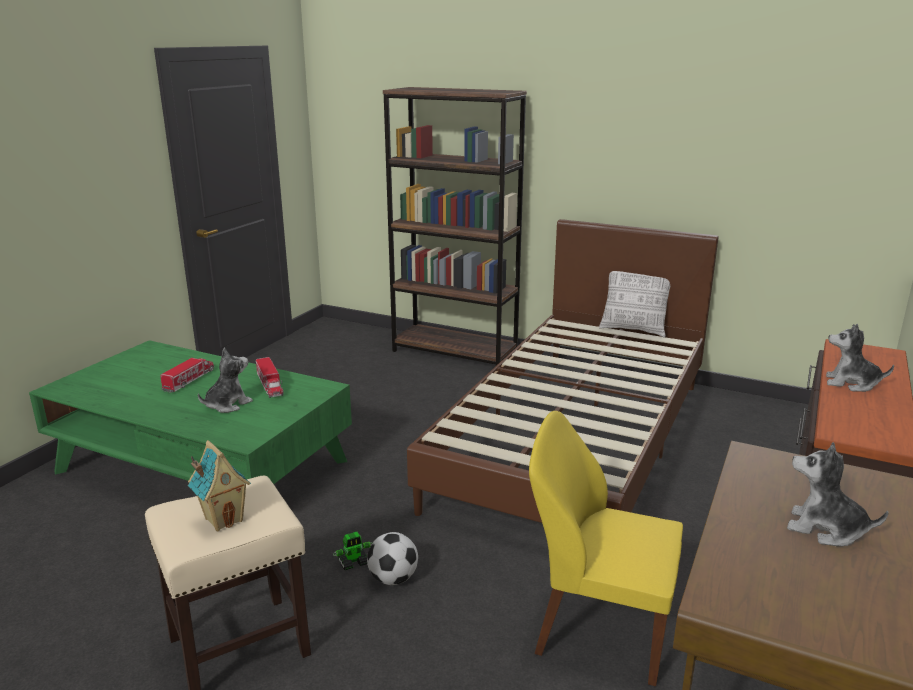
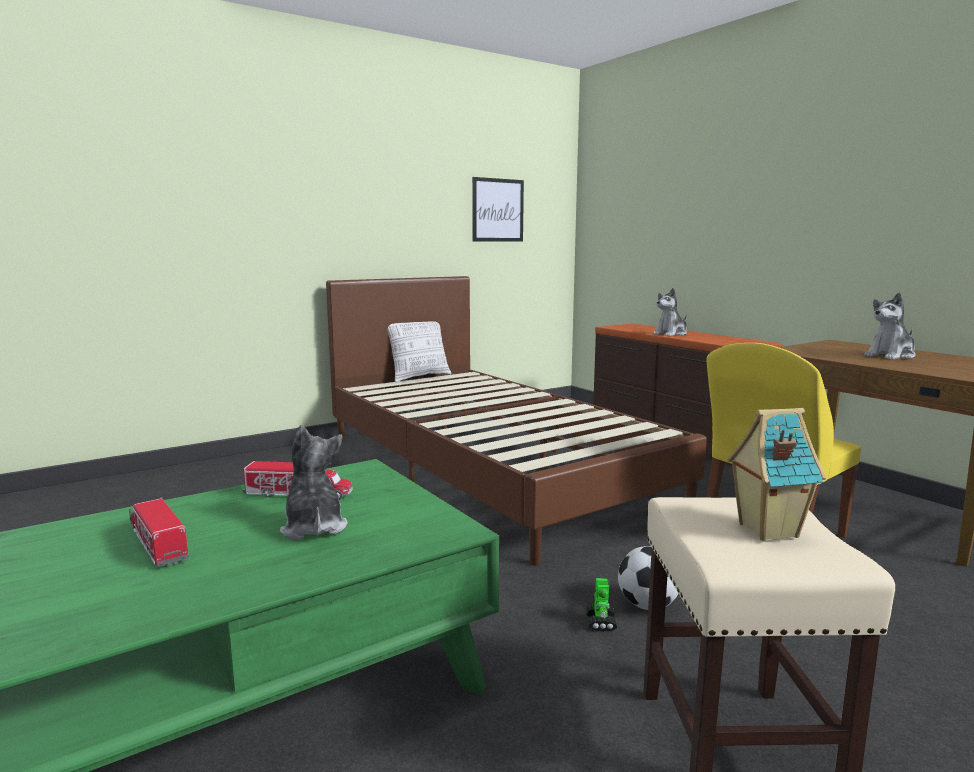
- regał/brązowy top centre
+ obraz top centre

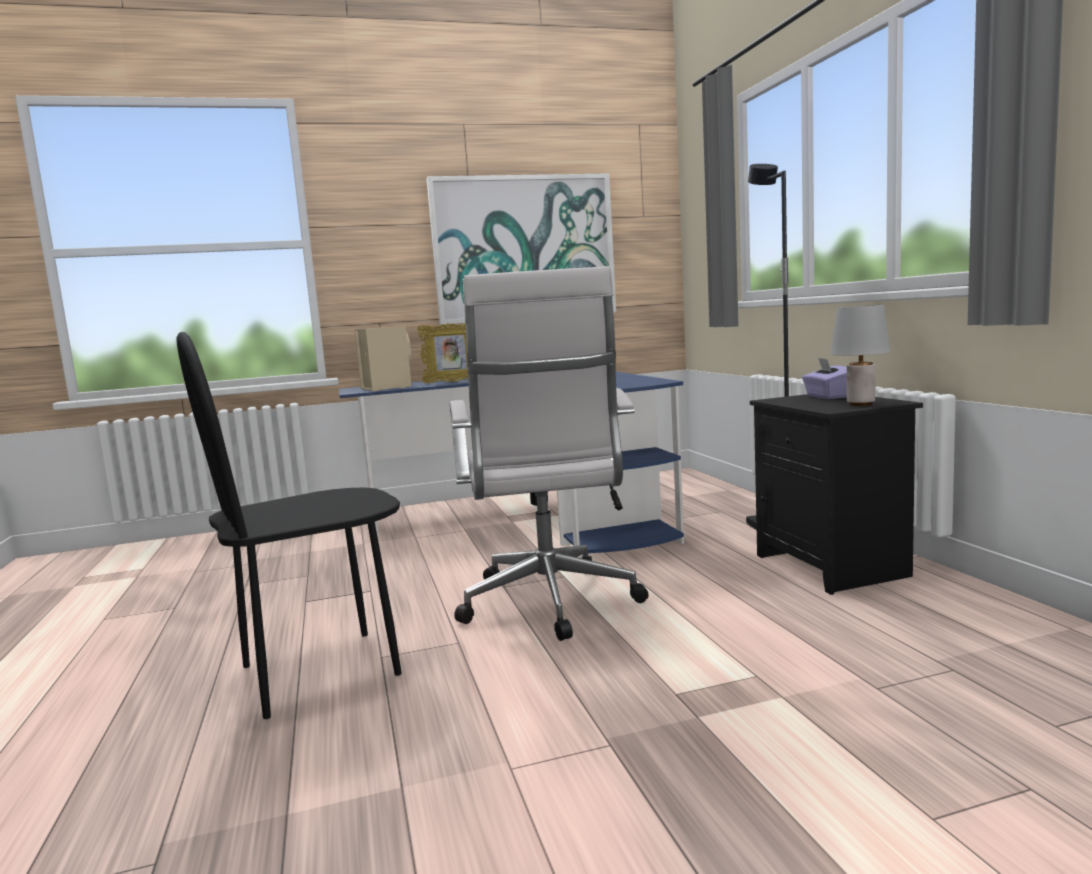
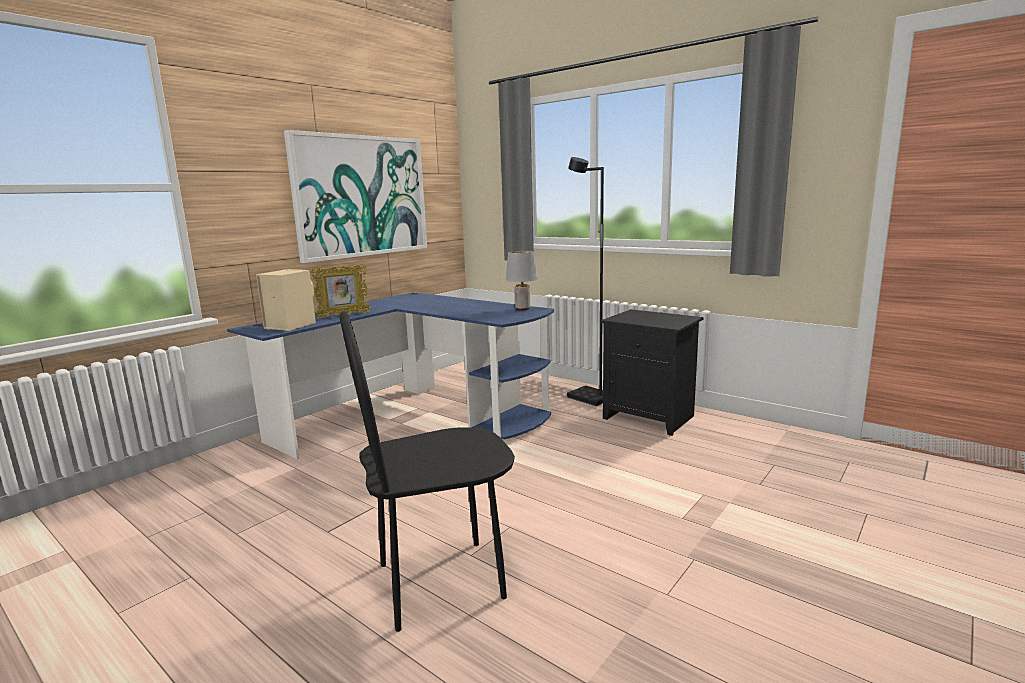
~ krzesło/czarny middle left = bottom centre 45 degrees clockwise
- krzesło biurowe/biały centre
- pudełko chusteczek/fioletowy middle right
~ lampa stołowa/szary middle right to centre

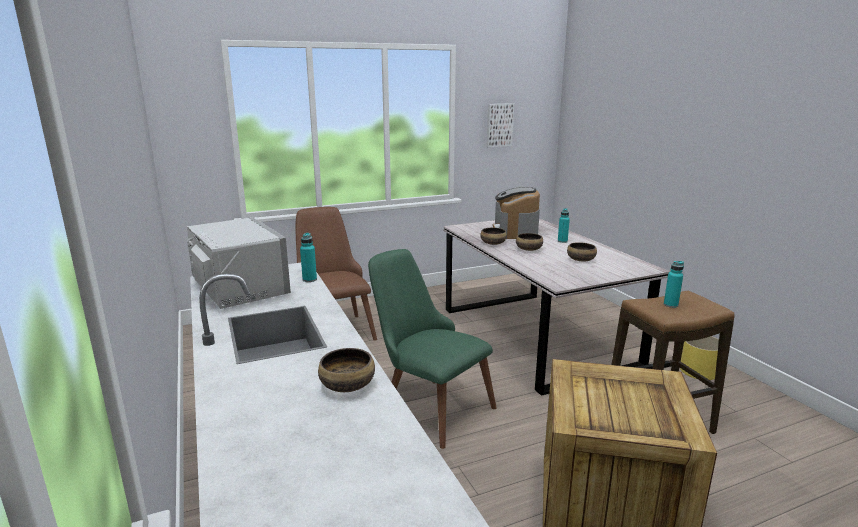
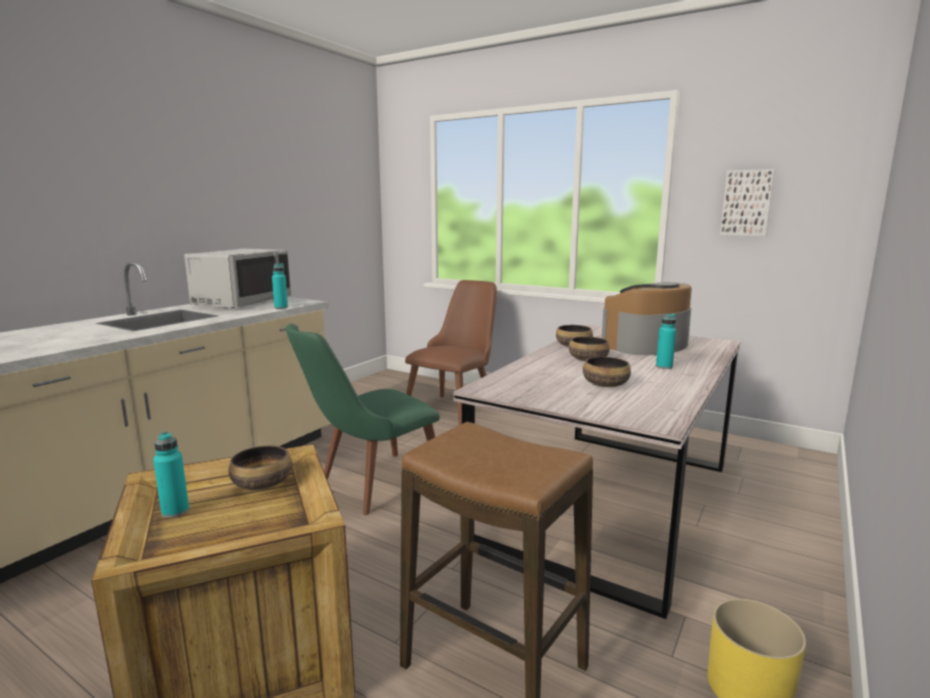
~ miska (no. 1 from left) bottom centre to bottom left
~ krzesło/zielony centre = centre 135 degrees counterclockwise
~ butelka/turkusowy (no. 3 from left in the first image) middle right to butelka/turkusowy (no. 1 from left) bottom left

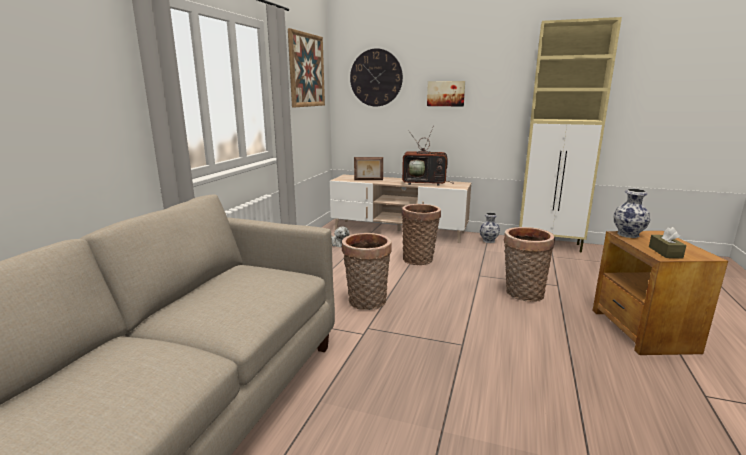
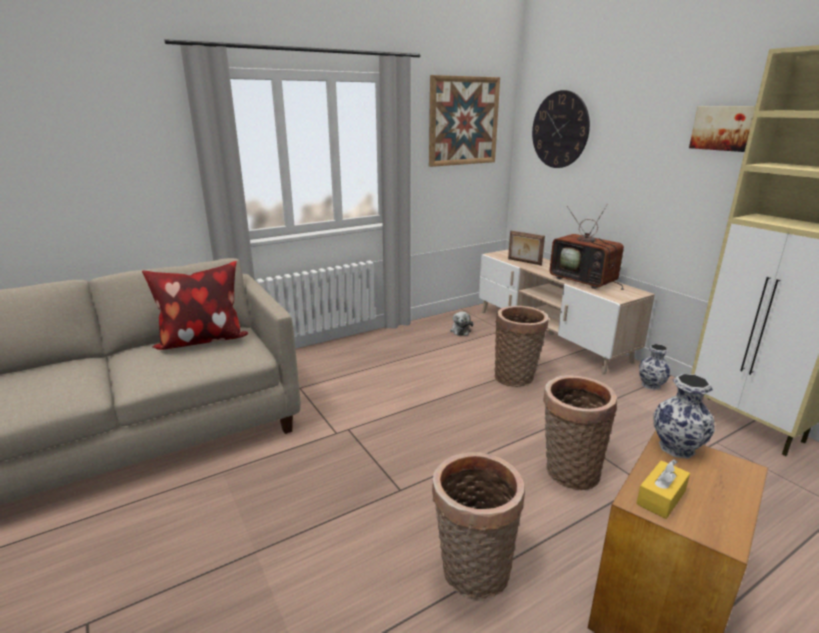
~ koszyk (no. 1 from left) centre to bottom centre
~ obraz (no. 2 from left) top centre to top right
~ pudełko chusteczek/brązowy middle right to pudełko chusteczek/żółty bottom right
+ poduszka middle left

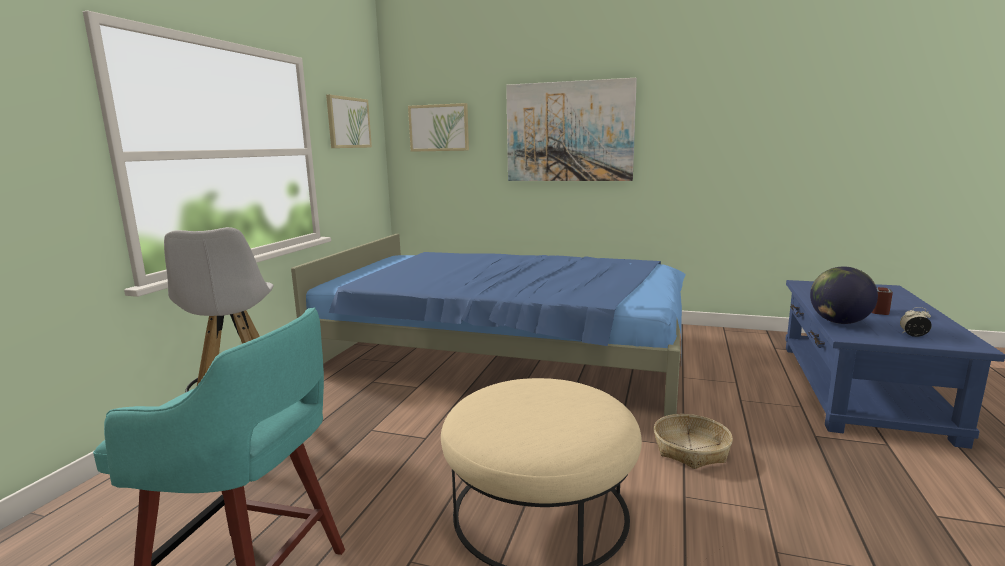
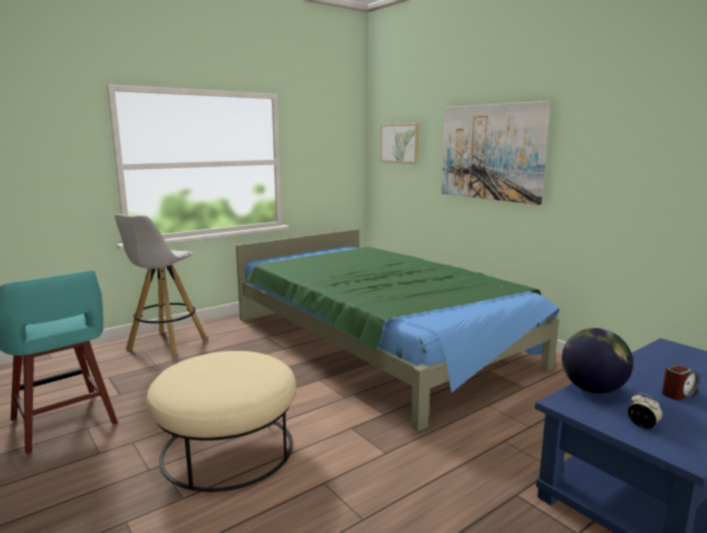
~ łóżko/niebieski centre to łóżko/zielony centre
- obraz (no. 1 from left) top centre
- koszyk bottom right

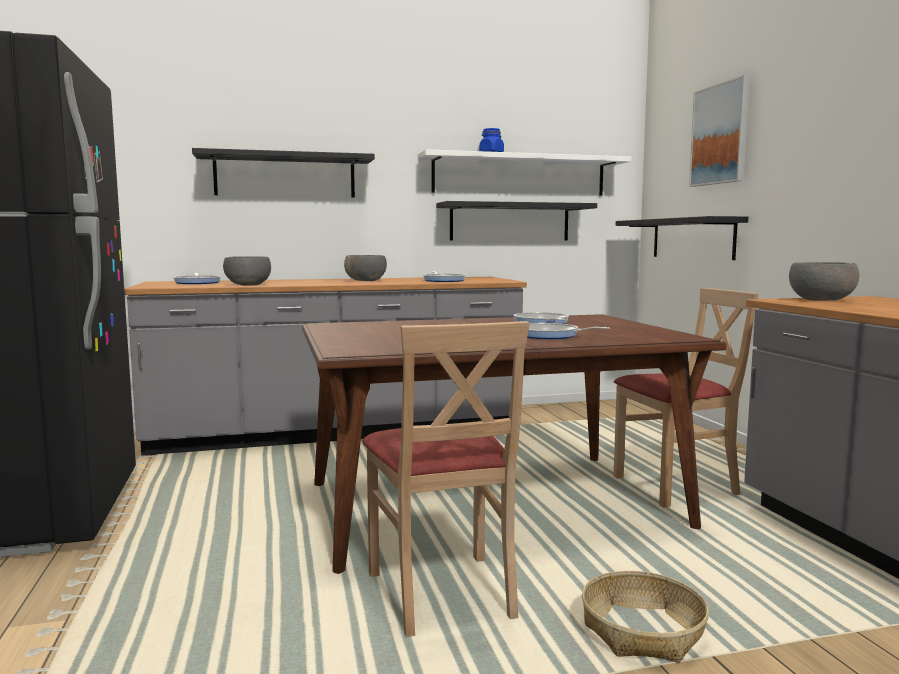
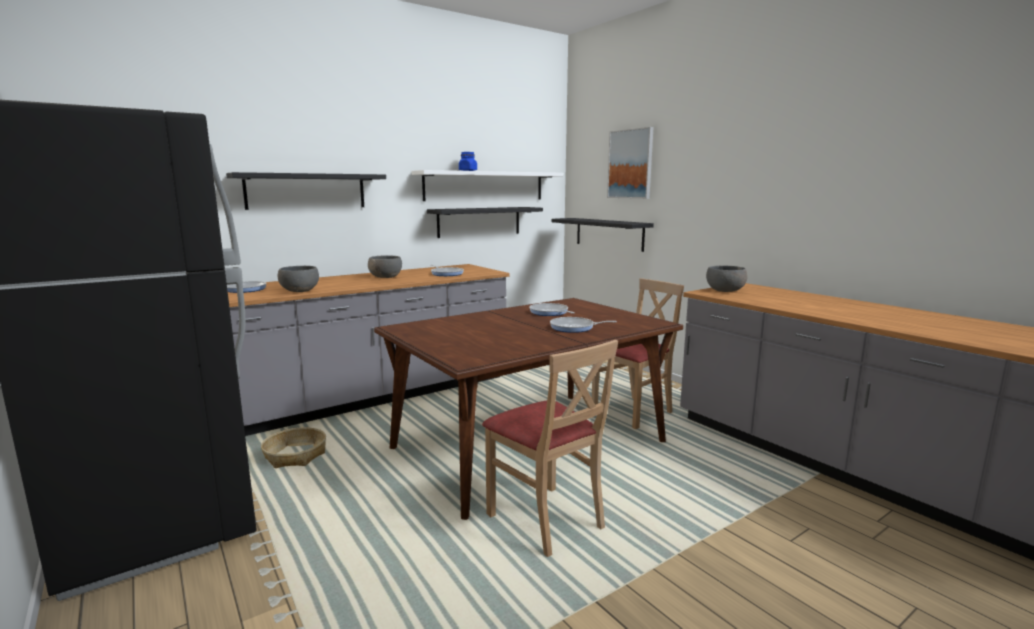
~ koszyk bottom right to bottom left

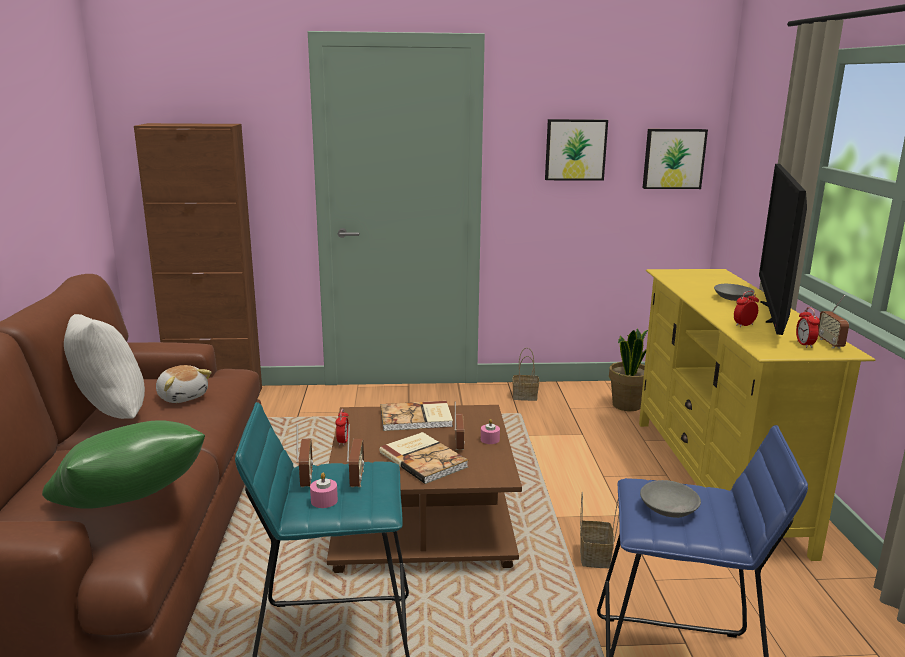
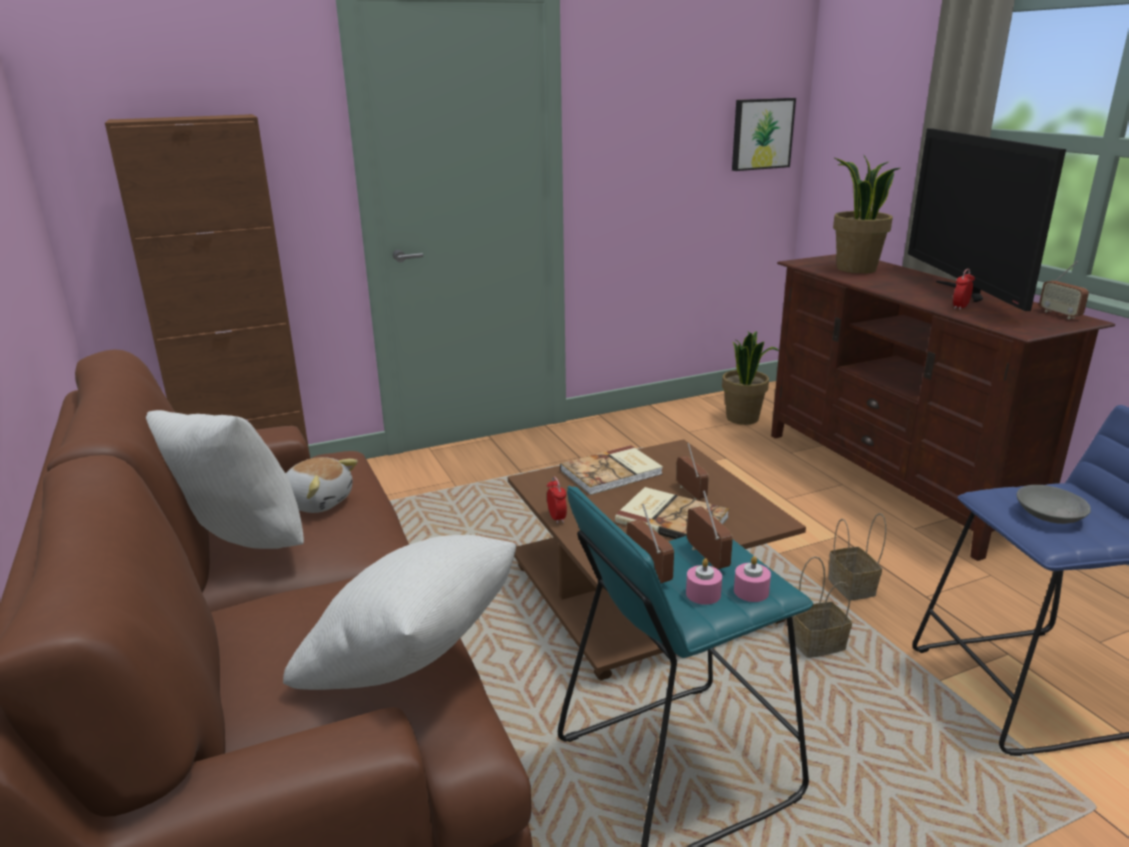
~ poduszka/zielony bottom left to poduszka/biały (no. 2 from left) bottom centre
~ świeca/różowy (no. 2 from left) centre to bottom centre
~ koszyk (no. 1 from left) centre to bottom right
- obraz (no. 1 from left) top centre
~ szafka pod telewizor/żółty middle right to szafka pod telewizor/brązowy middle right
- miska/szary (no. 2 from left) middle right
- budzik (no. 3 from left) middle right
+ roślina doniczkowa (no. 2 from left) top right

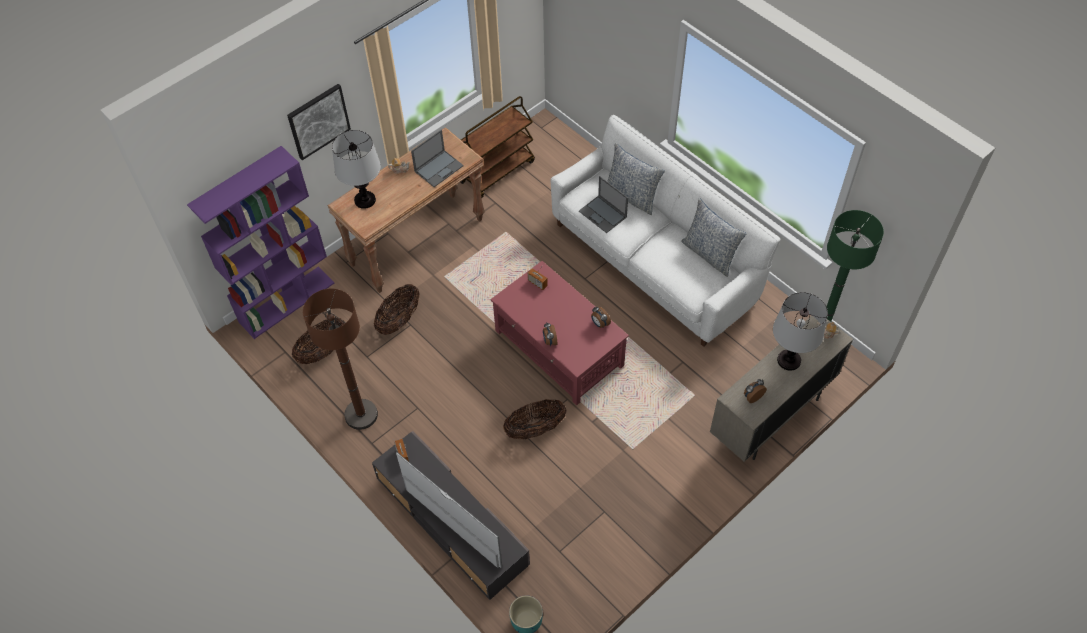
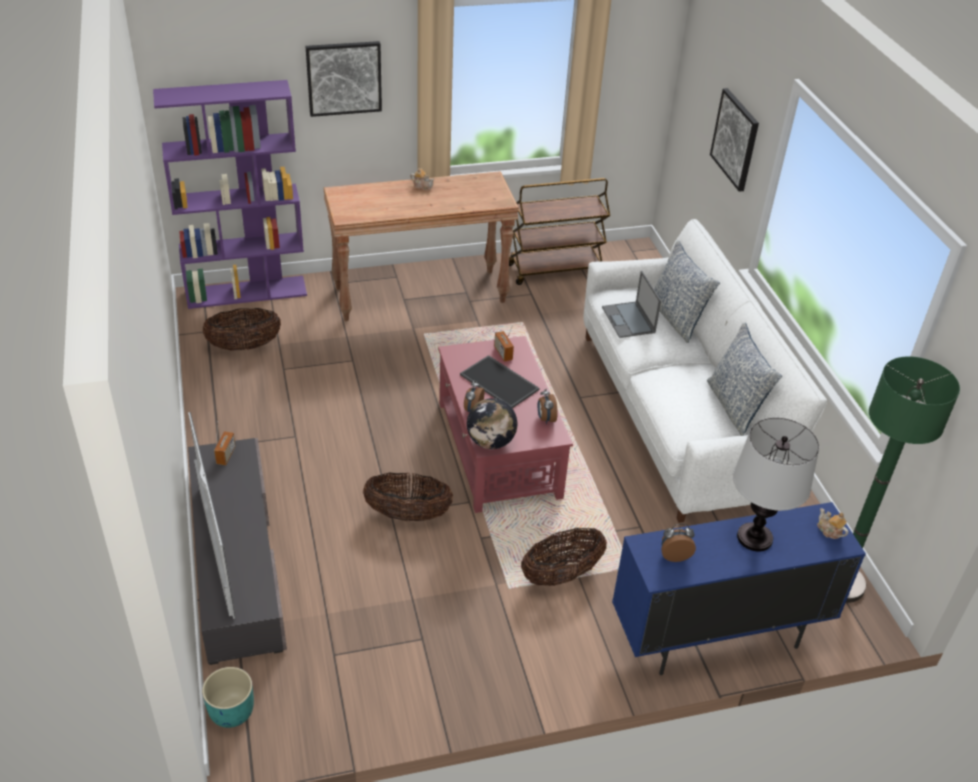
- lampa stojąca/brązowy middle left
- lampa stołowa (no. 1 from left) top left
~ koszyk (no. 2 from left in the first image) centre to koszyk (no. 3 from left) bottom centre
- laptop (no. 1 from left) top centre
~ szafka/beżowy middle right to szafka/niebieski bottom right
+ taca centre
+ globus centre
+ obraz (no. 2 from left) top right

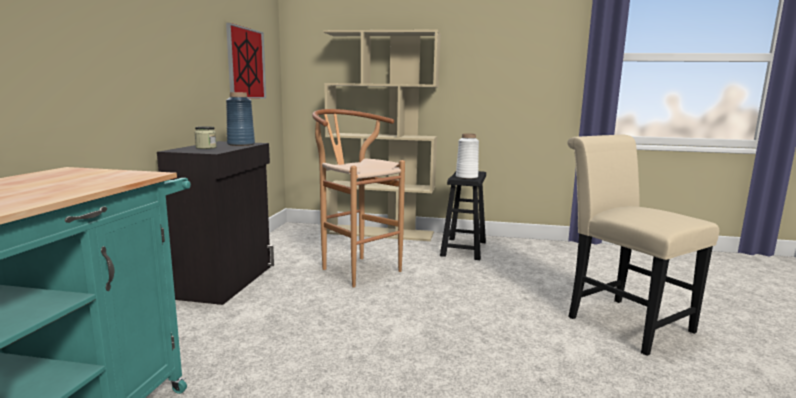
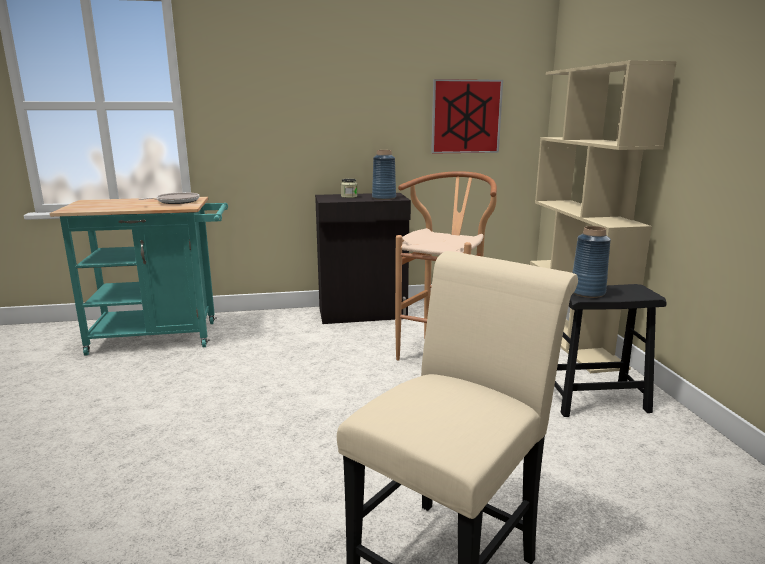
~ wazon/biały centre to wazon/niebieski (no. 2 from left) middle right
+ patelnia middle left

